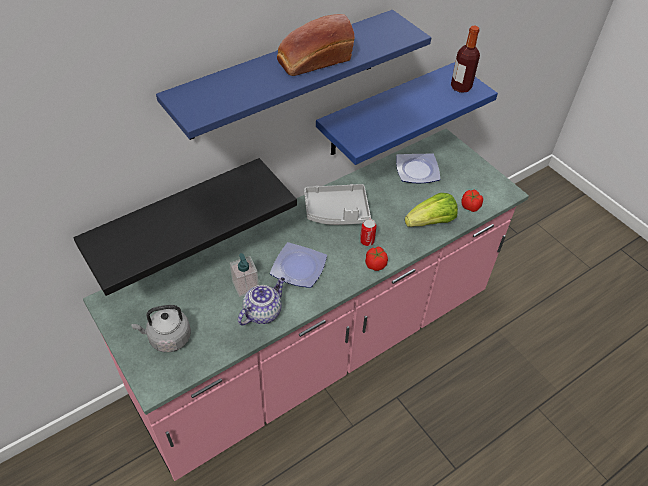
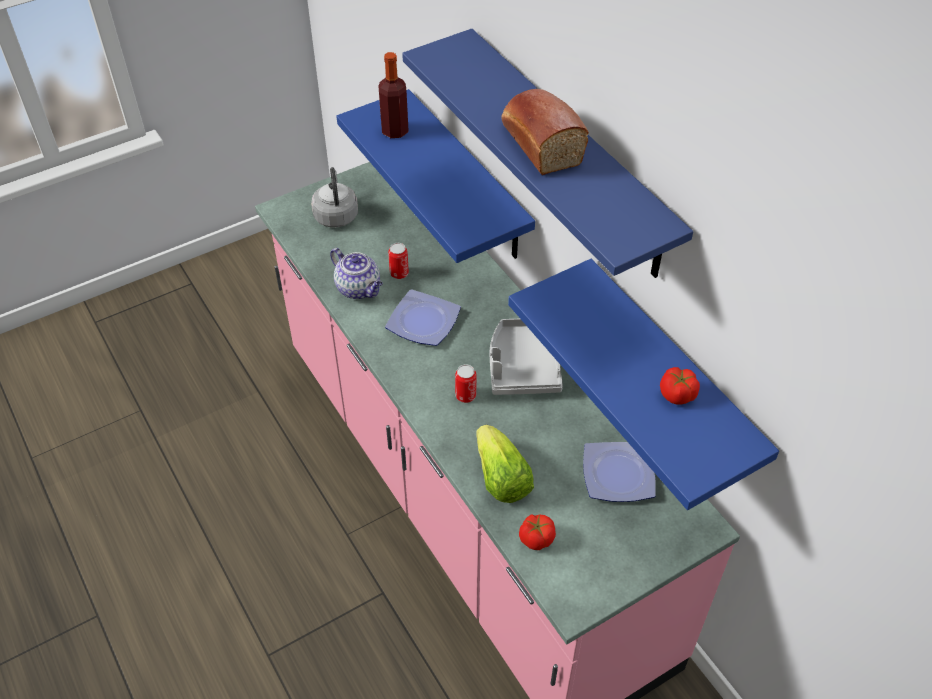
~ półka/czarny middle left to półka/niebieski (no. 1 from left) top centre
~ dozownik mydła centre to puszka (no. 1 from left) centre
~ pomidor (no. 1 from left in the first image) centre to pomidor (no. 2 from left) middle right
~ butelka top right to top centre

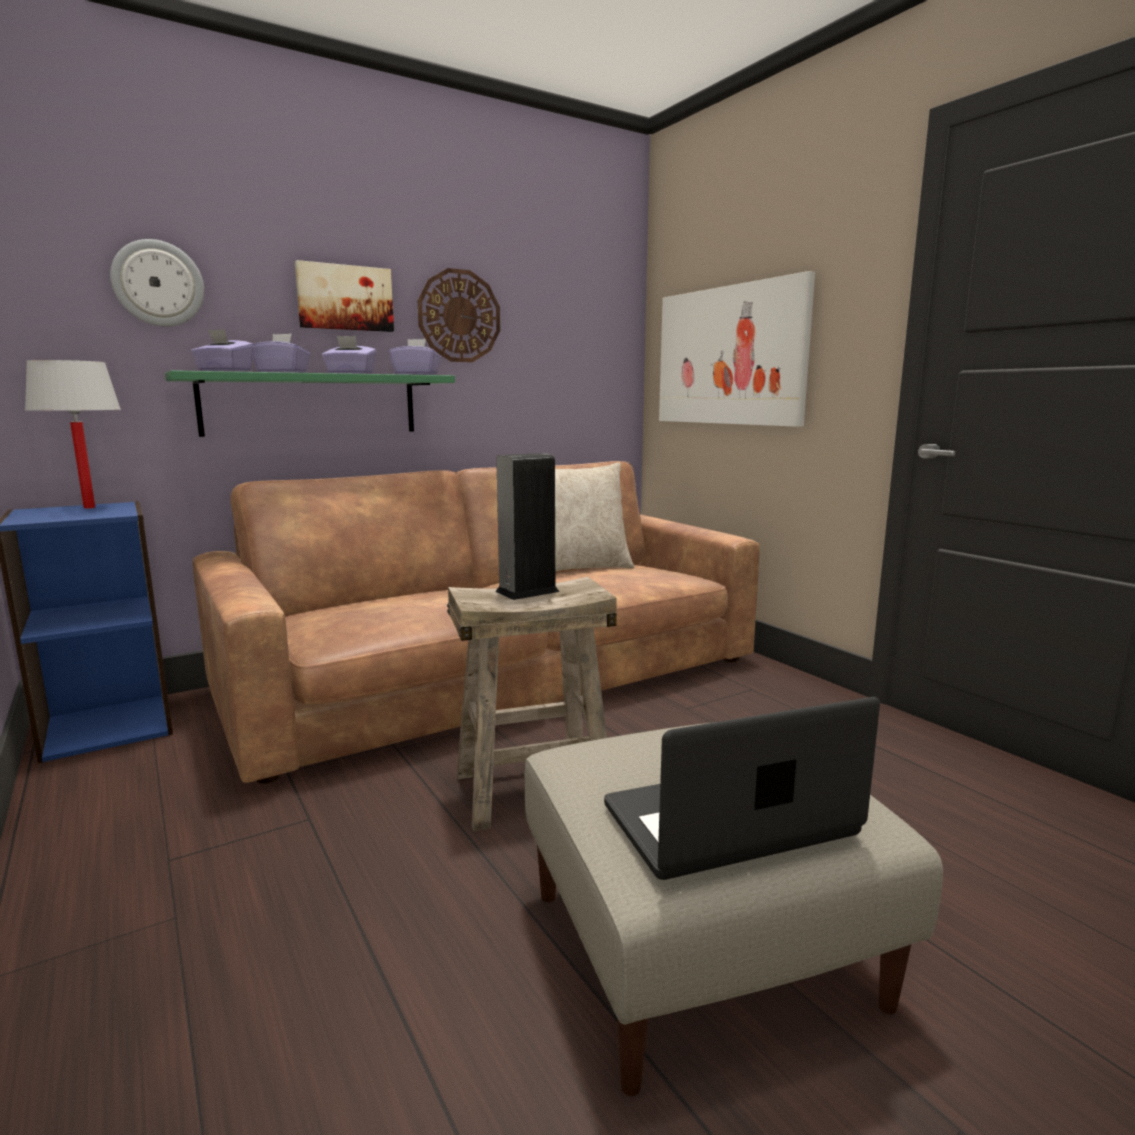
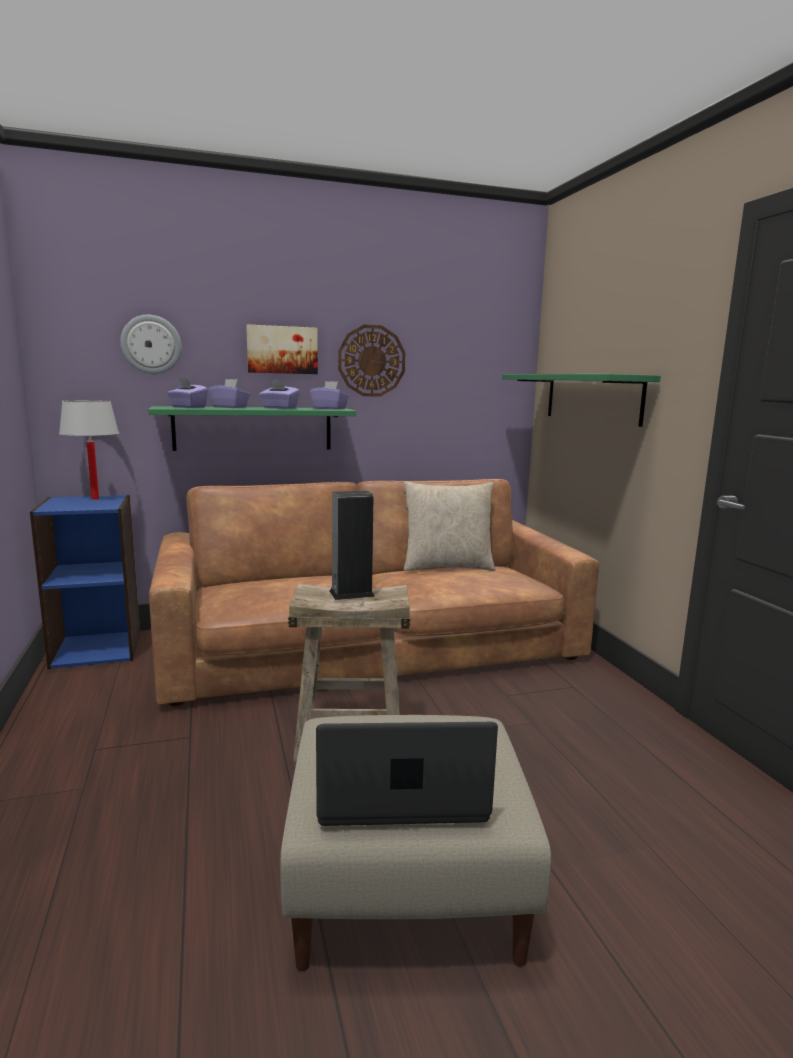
~ obraz (no. 2 from left) top centre to półka/zielony (no. 2 from left) middle right

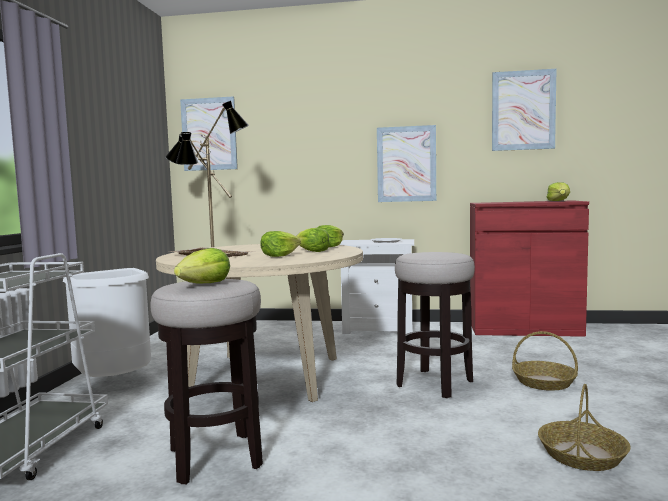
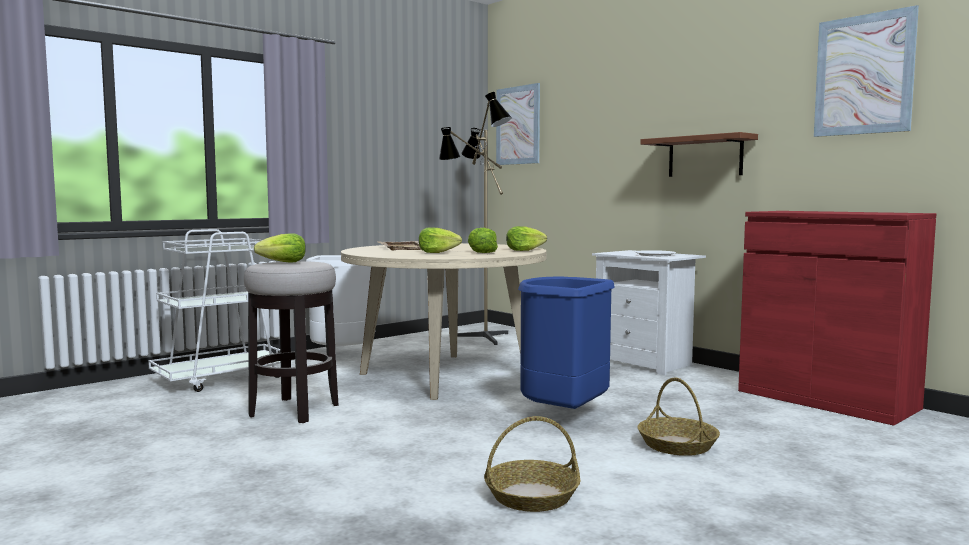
~ obraz (no. 2 from left) top centre to półka/brązowy top right
~ stołek (no. 2 from left) centre to kosz na śmieci/niebieski centre
- sałata (no. 5 from left) middle right

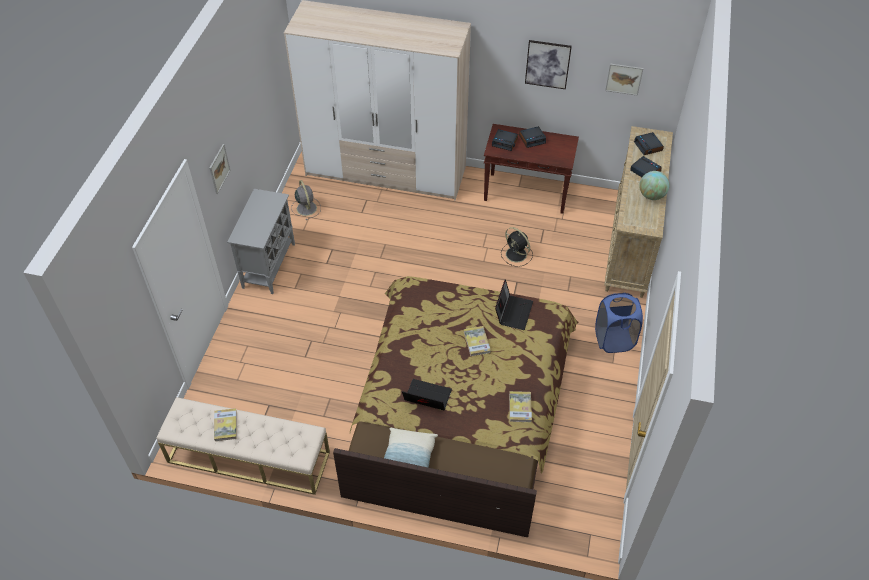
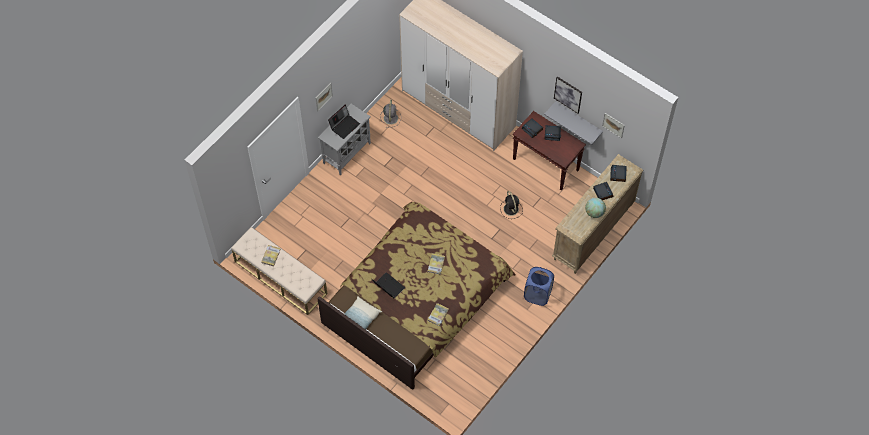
~ laptop (no. 2 from left in the first image) centre to laptop (no. 1 from left) top centre
+ półka/szary top centre

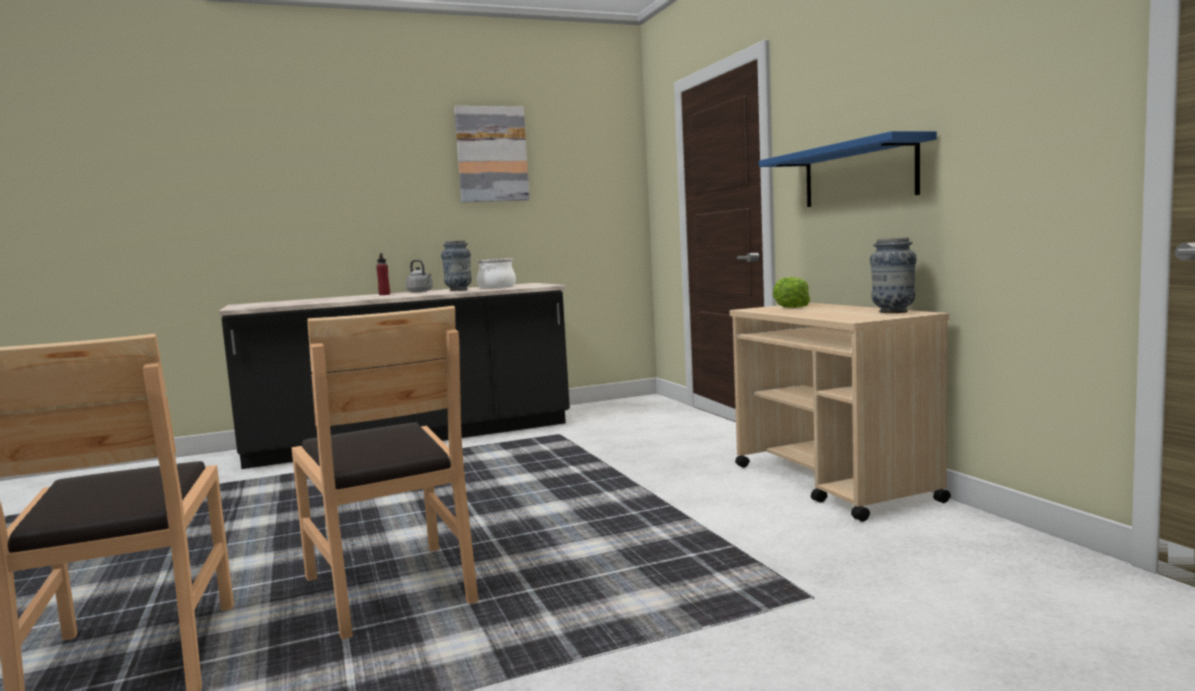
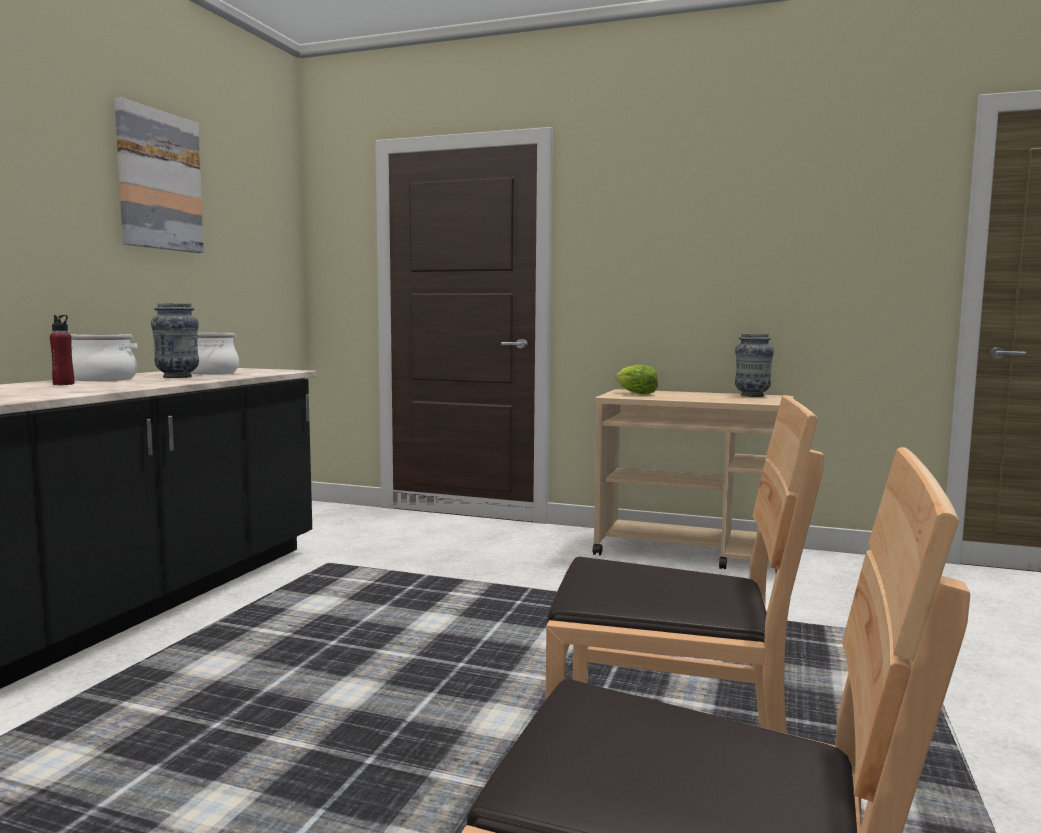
~ czajnik/szary centre to garnek (no. 1 from left) middle left
- półka/niebieski top right

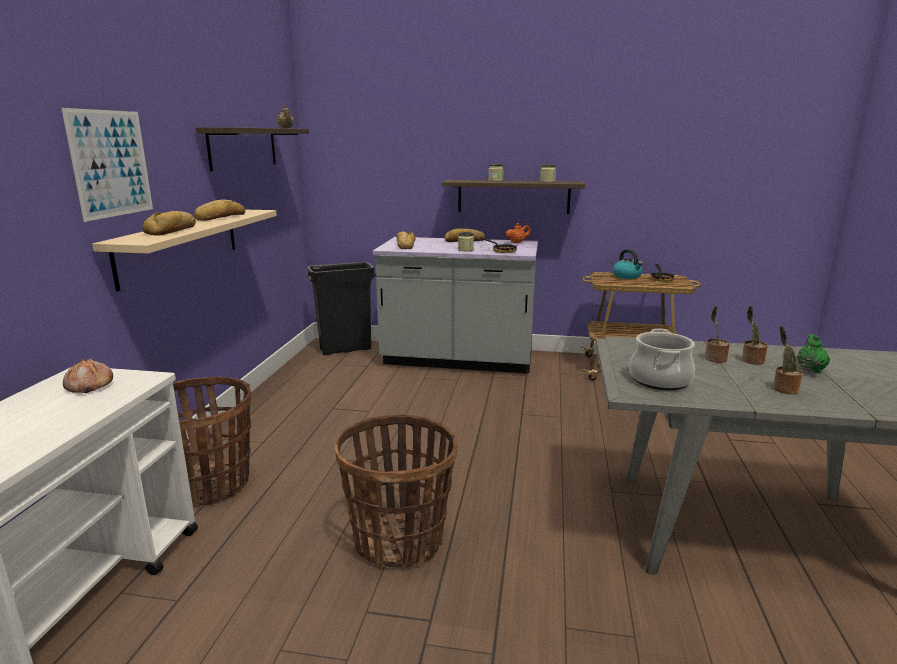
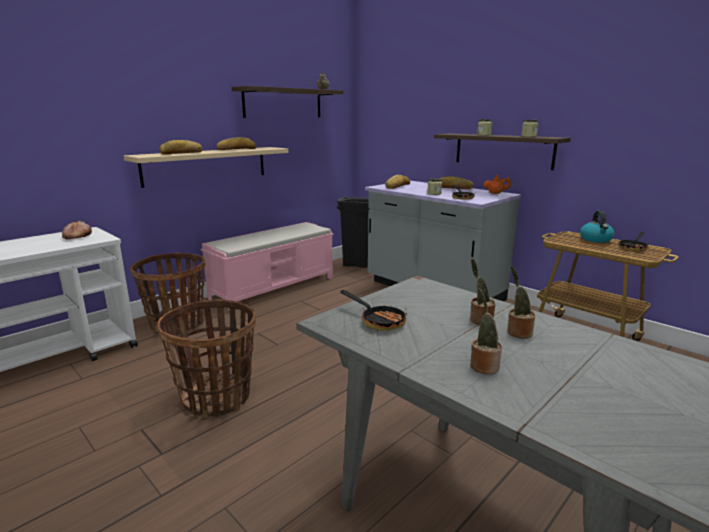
- obraz top left
~ garnek middle right to patelnia (no. 1 from left) centre
- imbryk/zielony middle right
+ ławka/różowy centre

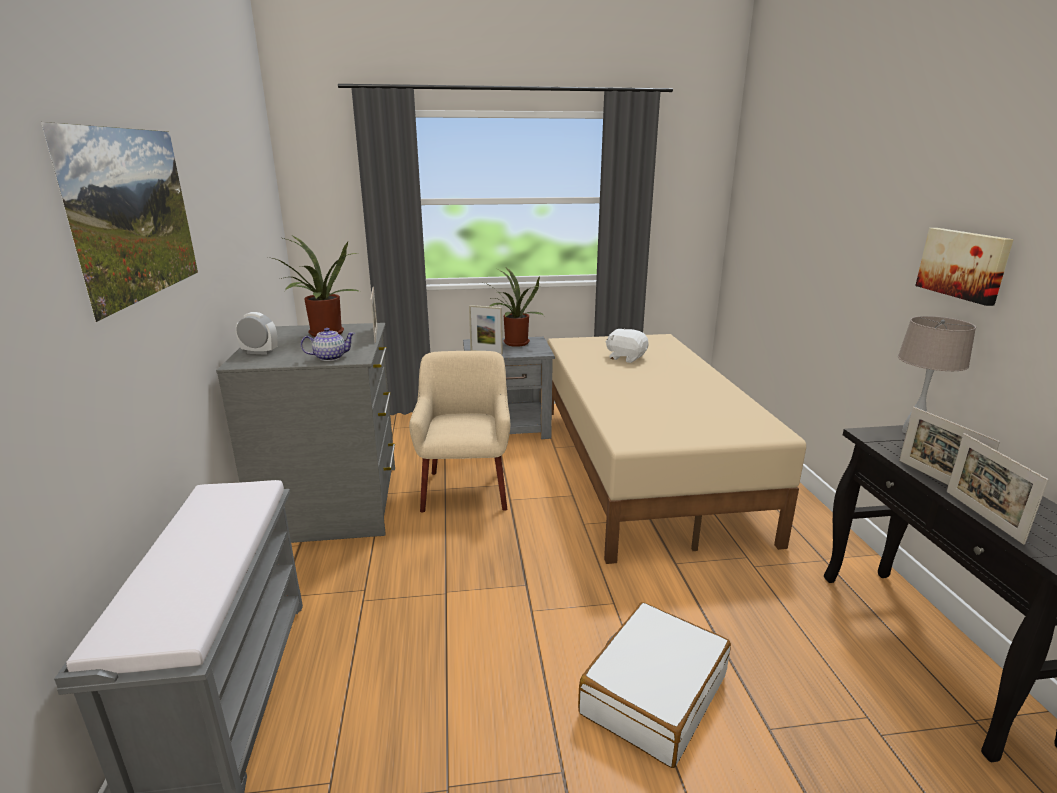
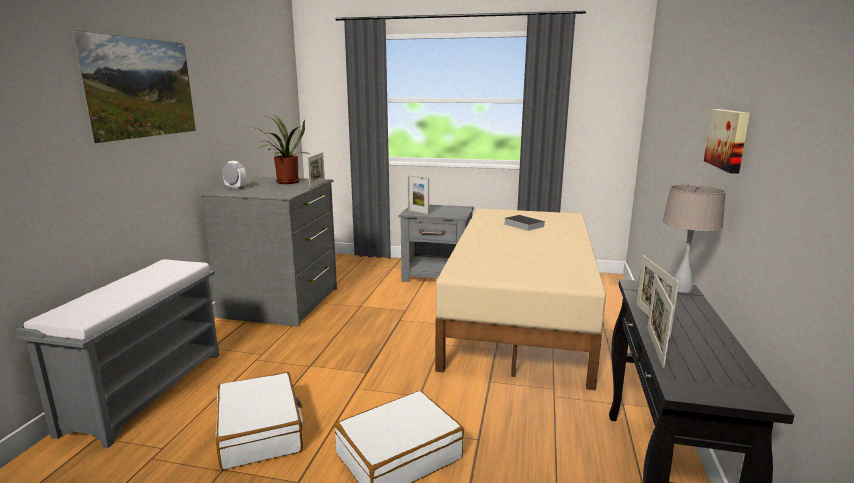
- imbryk middle left
- fotel/beżowy centre
- roślina doniczkowa (no. 2 from left) centre
~ pluszak/biały centre to książka centre
+ walizka/biały (no. 1 from left) bottom left

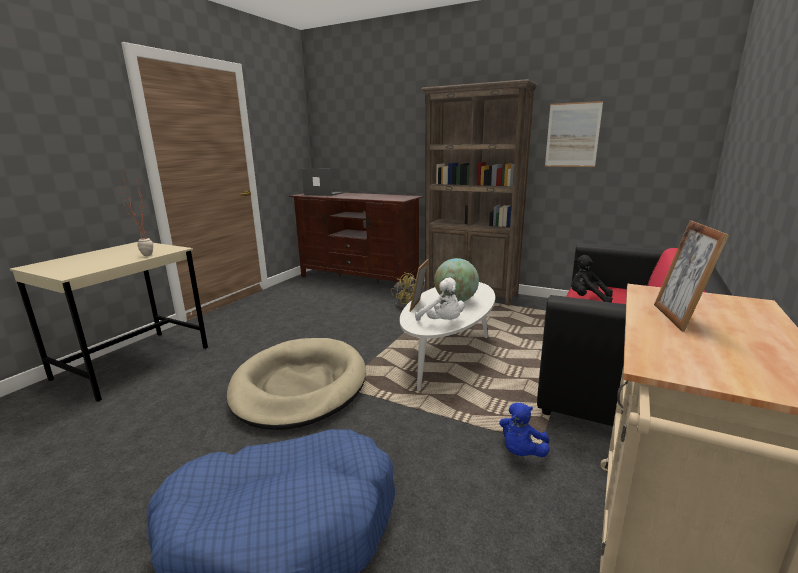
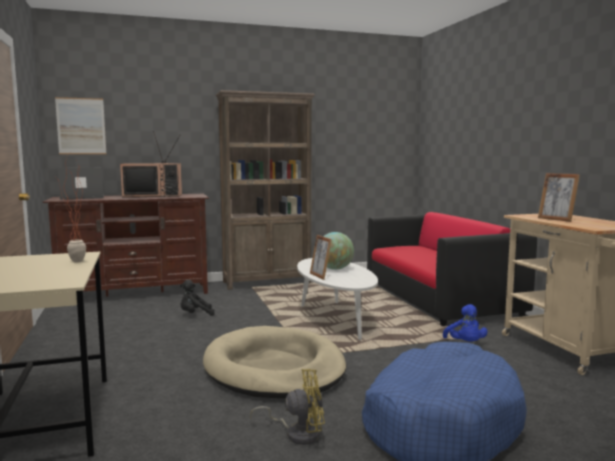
~ wentylator/żółty centre to bottom centre
- pluszak/biały centre
~ obraz top right to top left
~ pluszak/czarny middle right to middle left
+ telewizor middle left

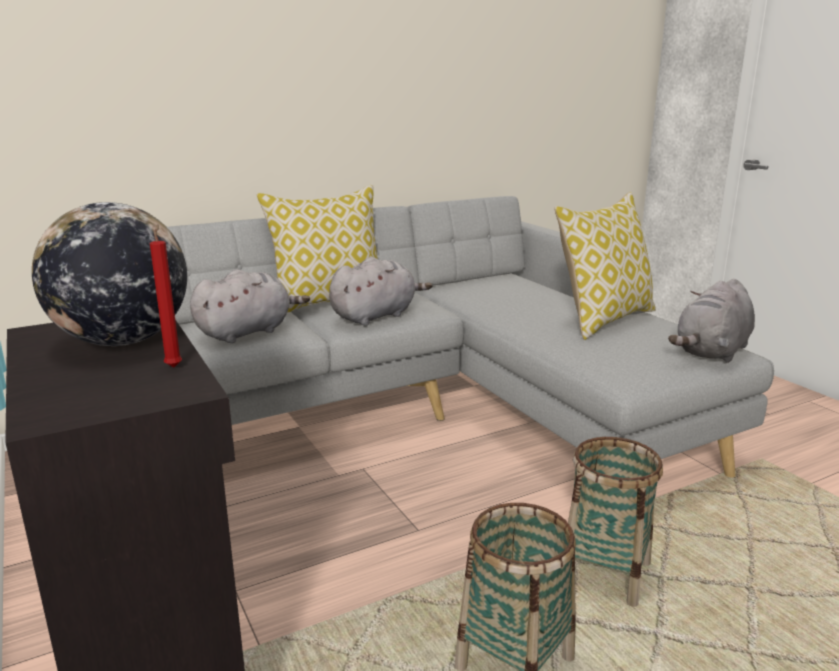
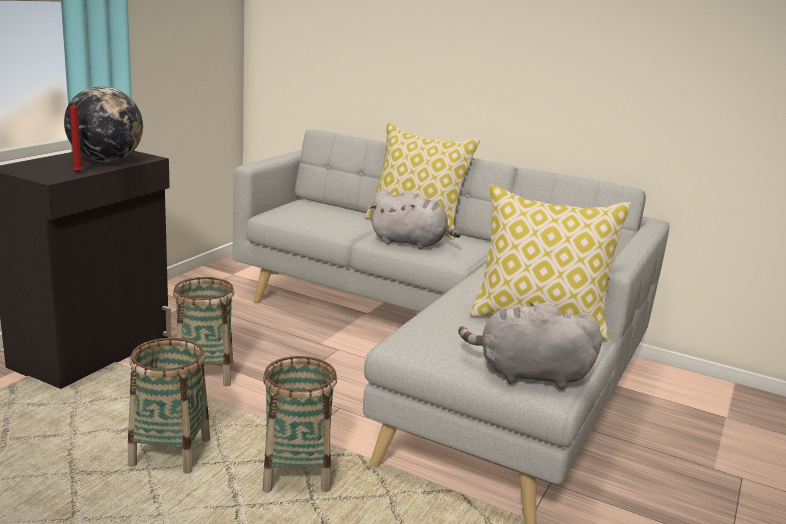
- pluszak/szary (no. 1 from left) middle left
+ koszyk (no. 2 from left) middle left

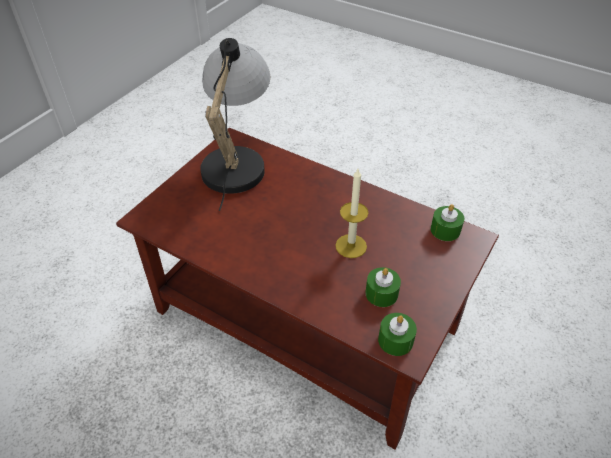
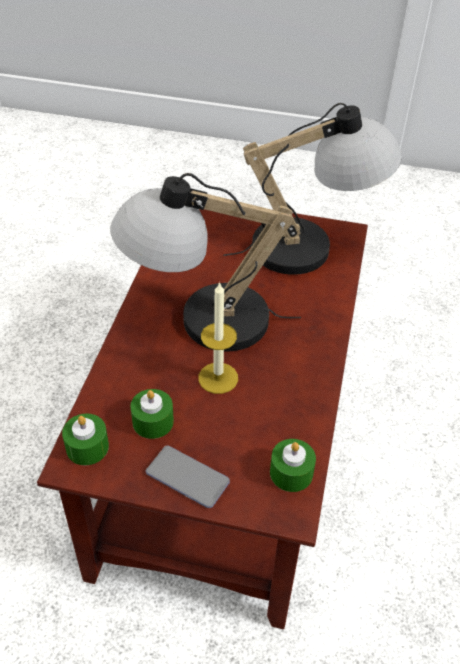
+ lampa stołowa (no. 1 from left) centre
+ telefon bottom centre

